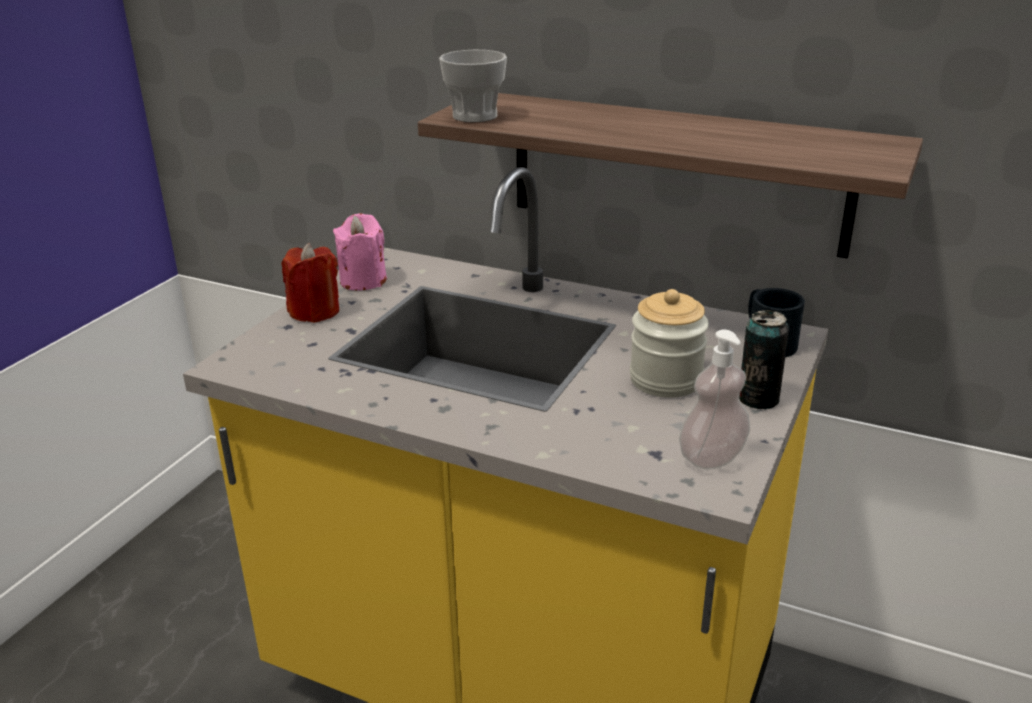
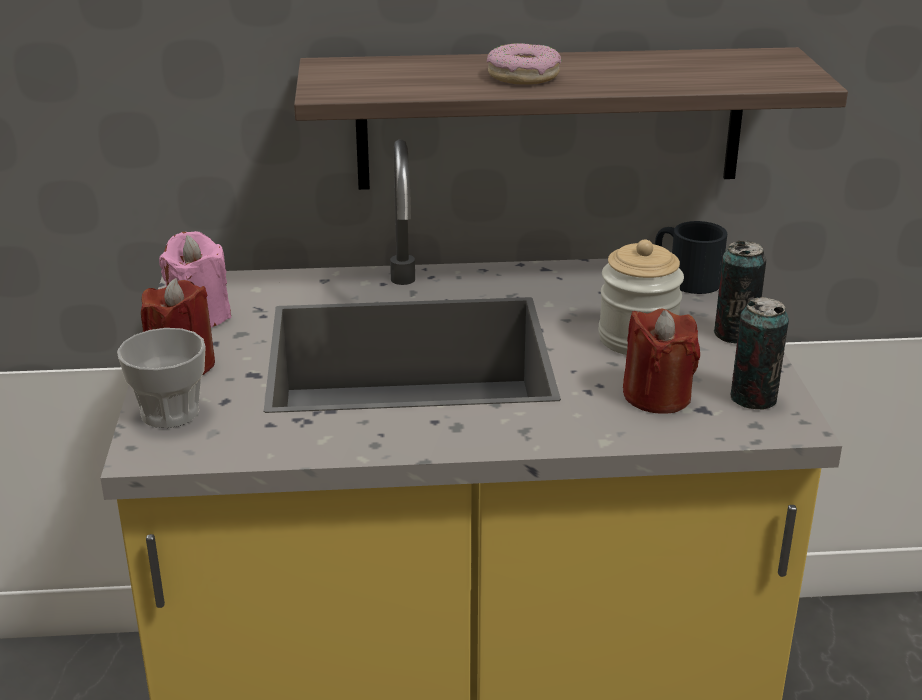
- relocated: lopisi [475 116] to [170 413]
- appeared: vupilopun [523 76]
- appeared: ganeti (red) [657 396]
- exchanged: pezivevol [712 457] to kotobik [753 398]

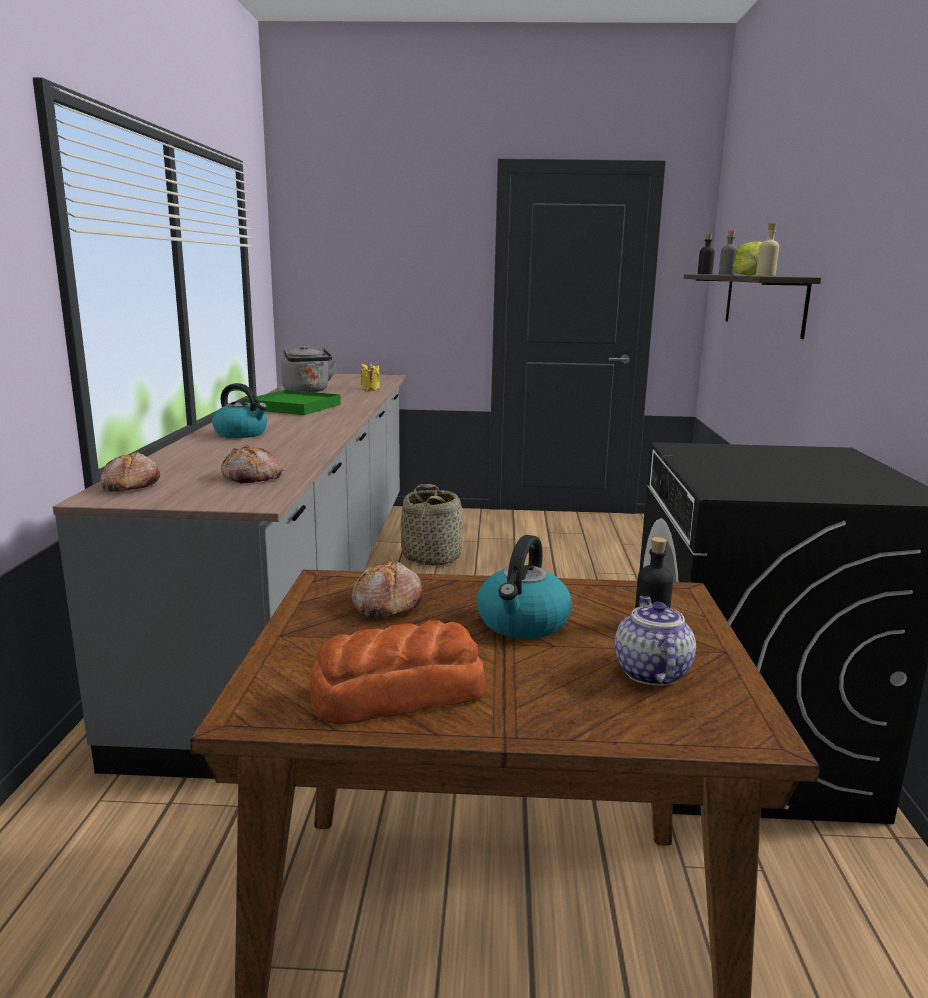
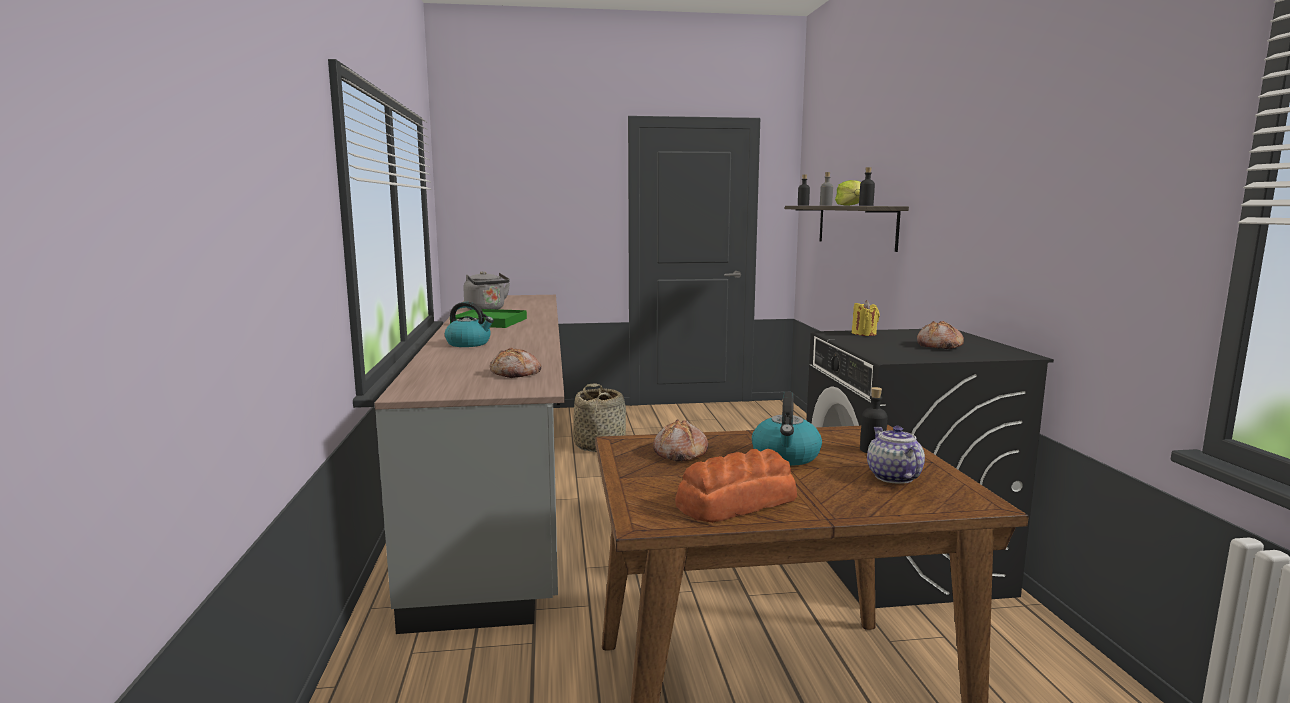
- relocated: ganeti (yellow) [370 389] to [864 334]
- colour: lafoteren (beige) [765 275] to lafoteren (black) [866 205]
- relocated: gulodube [130 485] to [938 346]

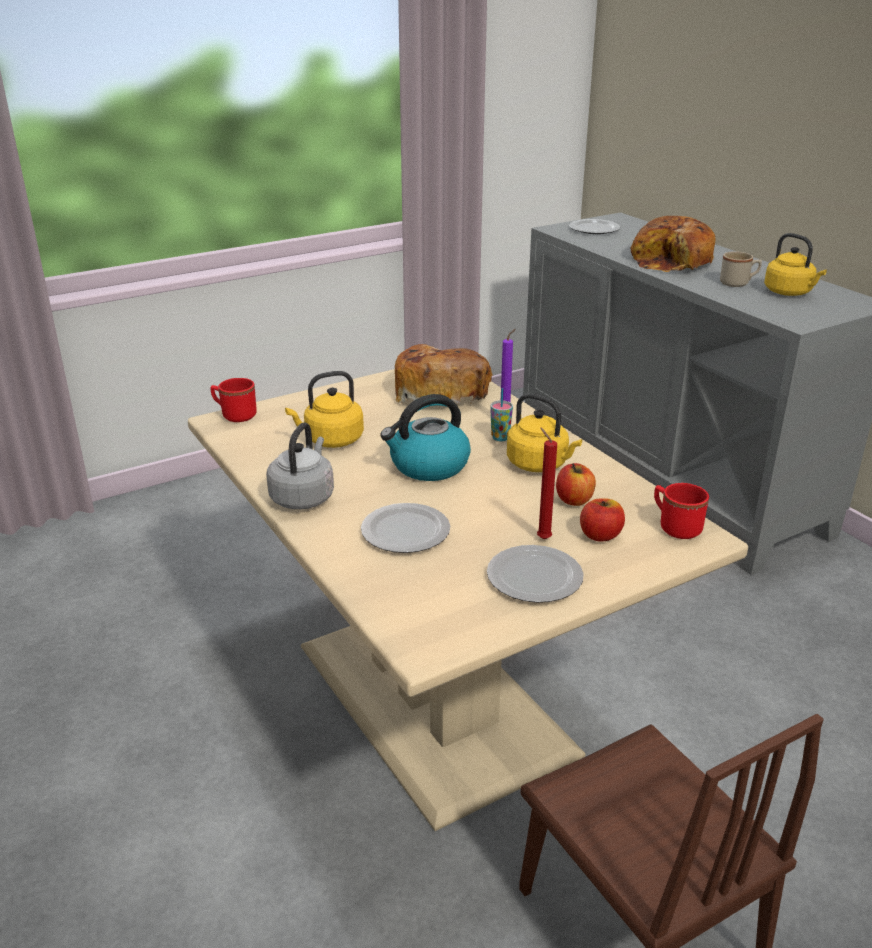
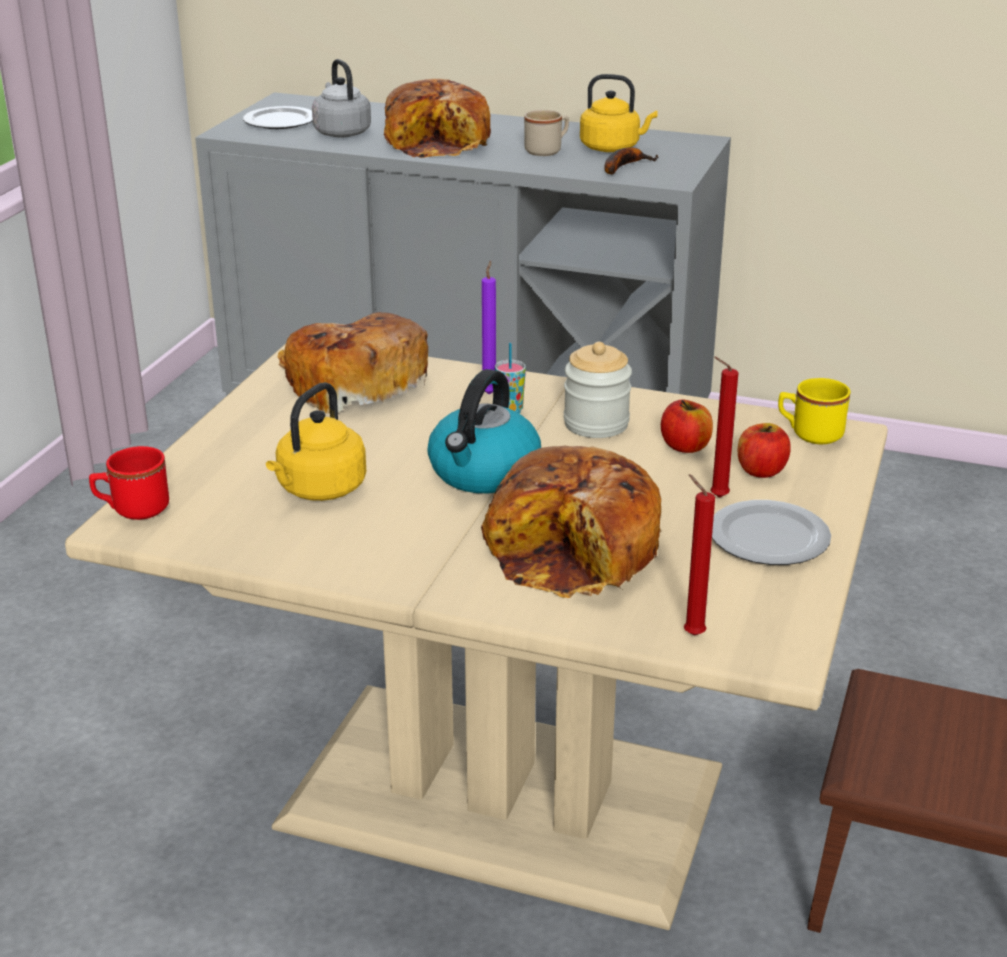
- relocated: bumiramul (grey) [303 497] to [341 132]
- exchanged: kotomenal [407 531] to gulodube [576 551]
- exchanged: bumiramul (yellow) [540 464] to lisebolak [596 424]
- appeared: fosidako [624 166]
- appeared: ganeti (red) [691 634]
- colour: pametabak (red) [675 526] to pametabak (yellow) [809 434]

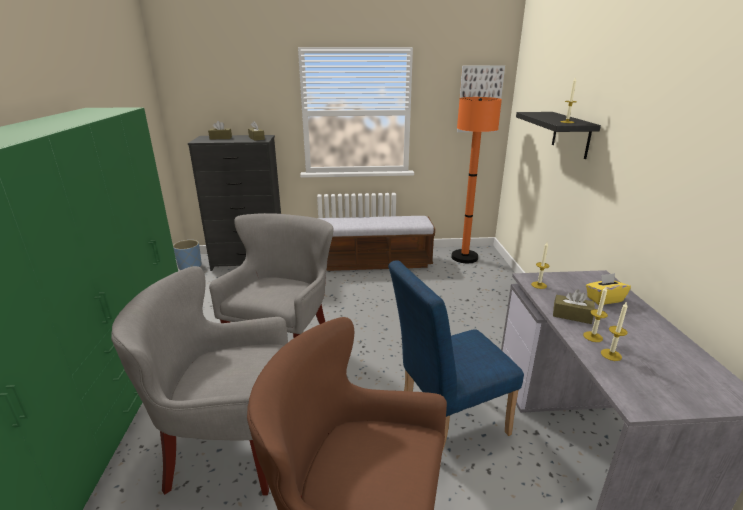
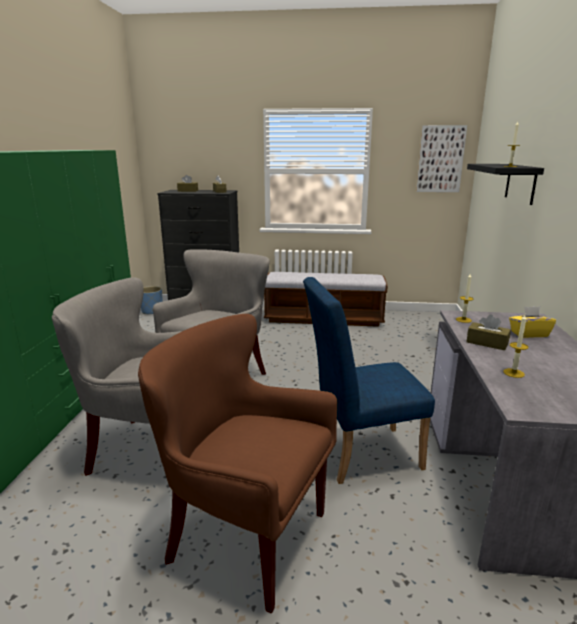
- missing: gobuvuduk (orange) [464 257]
- missing: ganeti [593 336]

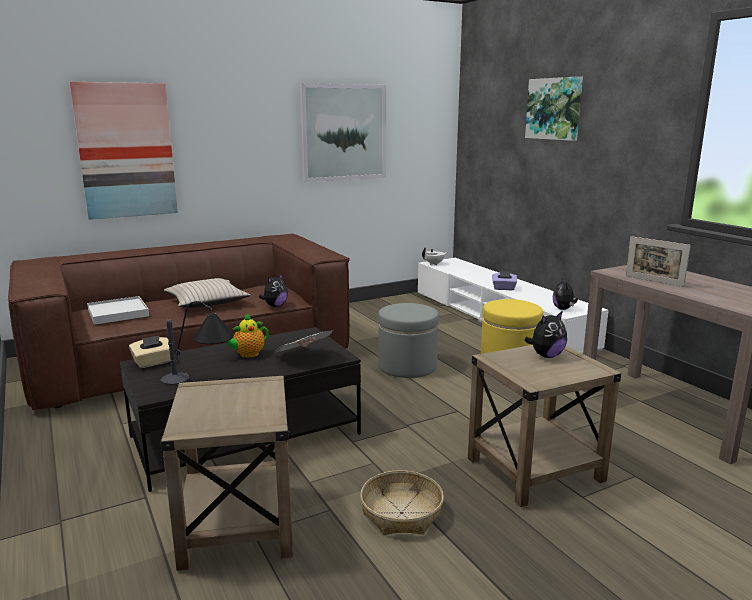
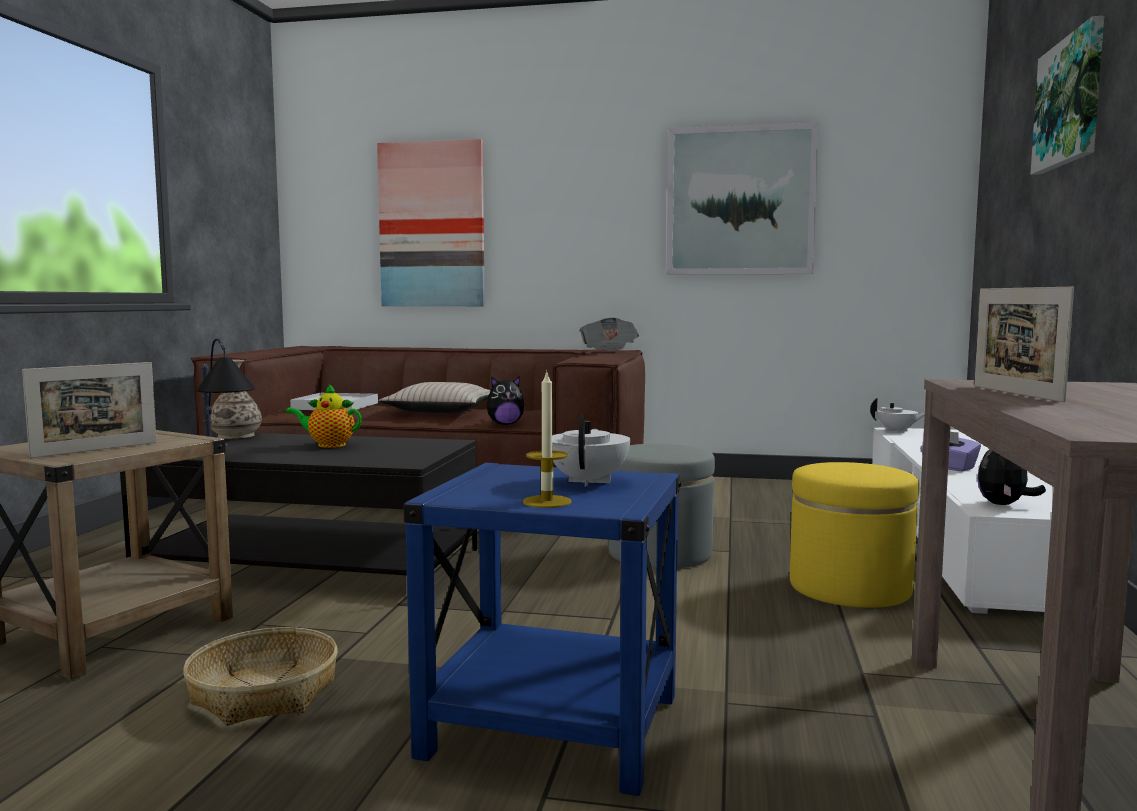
- appeared: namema [96 449]
- exchanged: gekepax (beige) [153 363] to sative [236 436]
- colour: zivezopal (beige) [535 470] to zivezopal (blue) [554 727]
- appeared: ganeti [547 502]
- exchanged: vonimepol [546 356] to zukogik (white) [589 481]
- relocated: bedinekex [303 357] to [609 352]

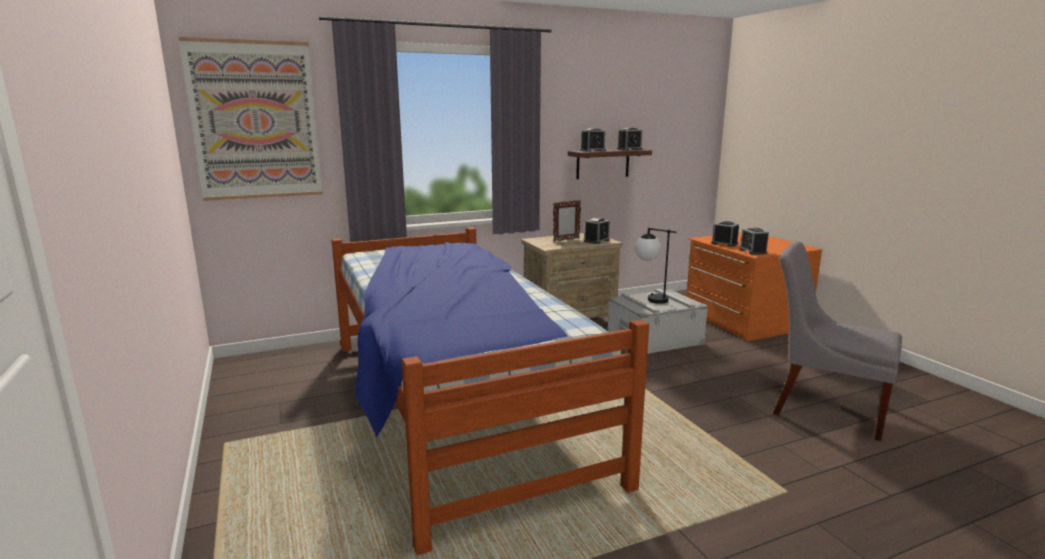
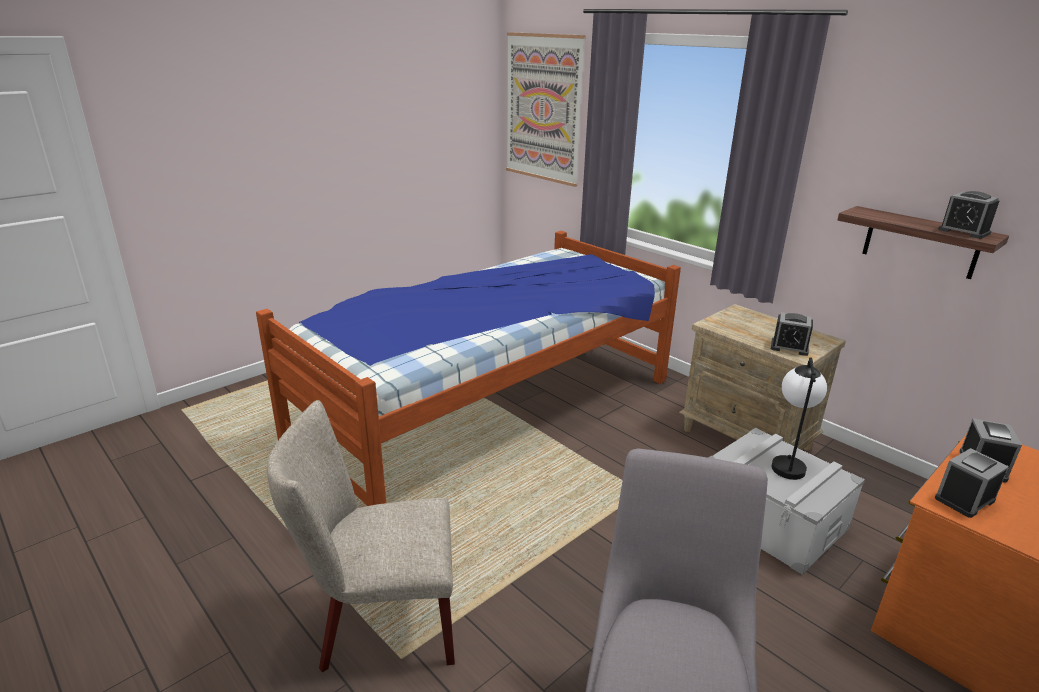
- appeared: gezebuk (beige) [379 622]
- missing: namema [566 240]
- missing: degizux [593 150]

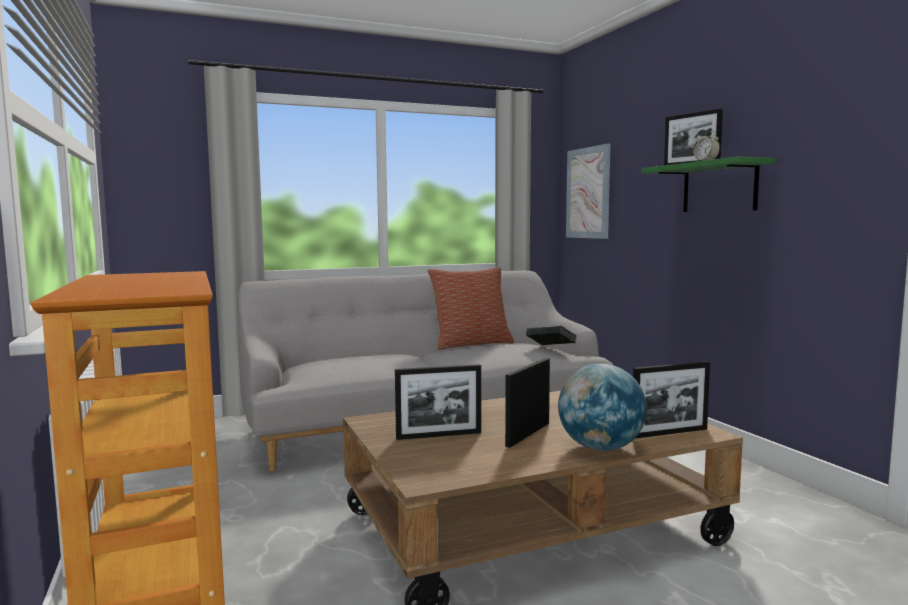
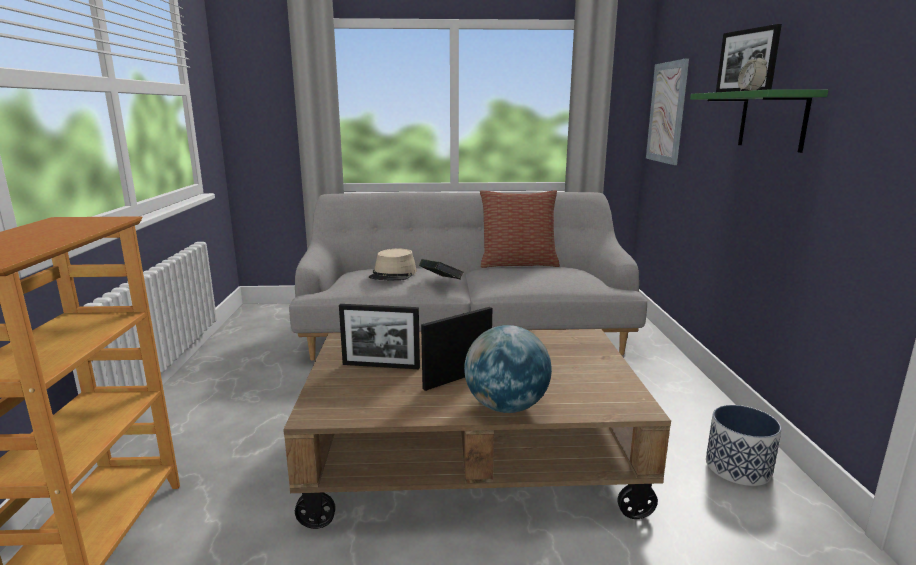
- appeared: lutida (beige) [393 274]
- relocated: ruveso [551 349] to [441 282]
- appeared: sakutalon [738 468]
- missing: namema [669 433]

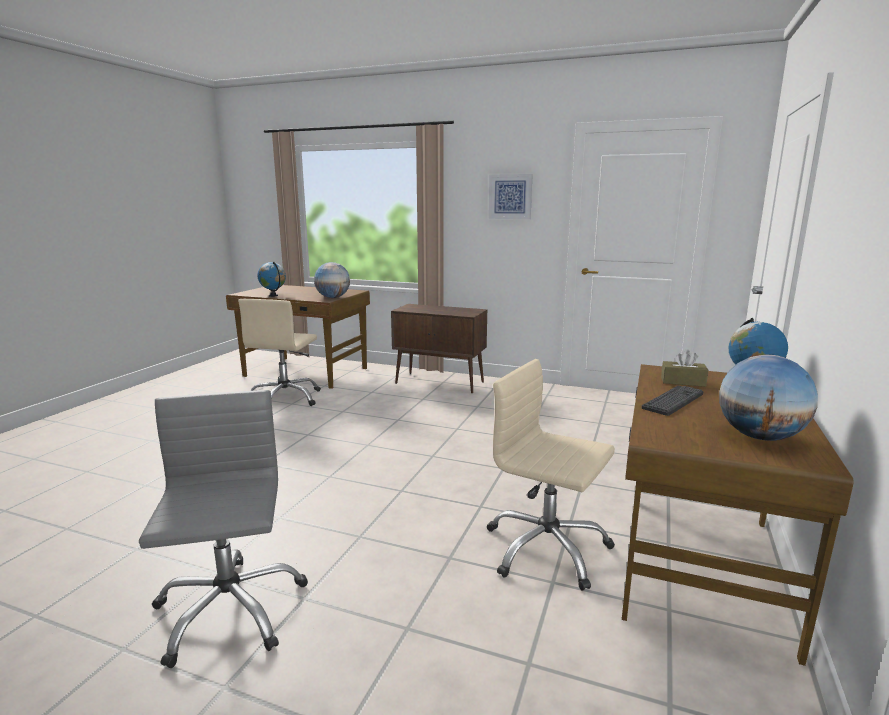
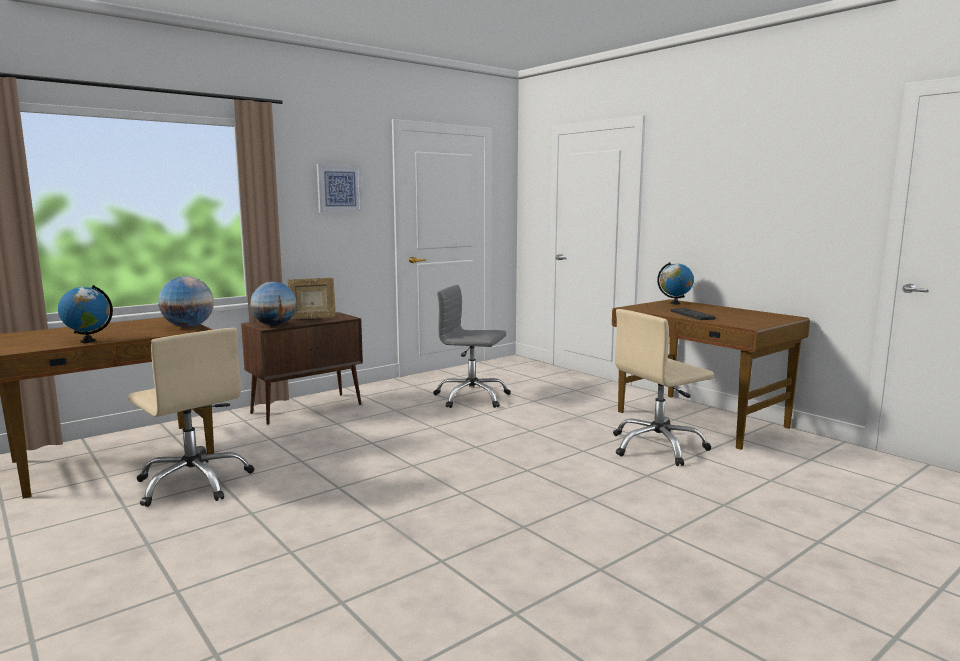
- relocated: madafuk [759 437] to [274 325]
- appeared: namema [312 318]
- relocated: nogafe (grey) [229 610] to [471 398]
- missing: gekepax (brown) [683 381]

